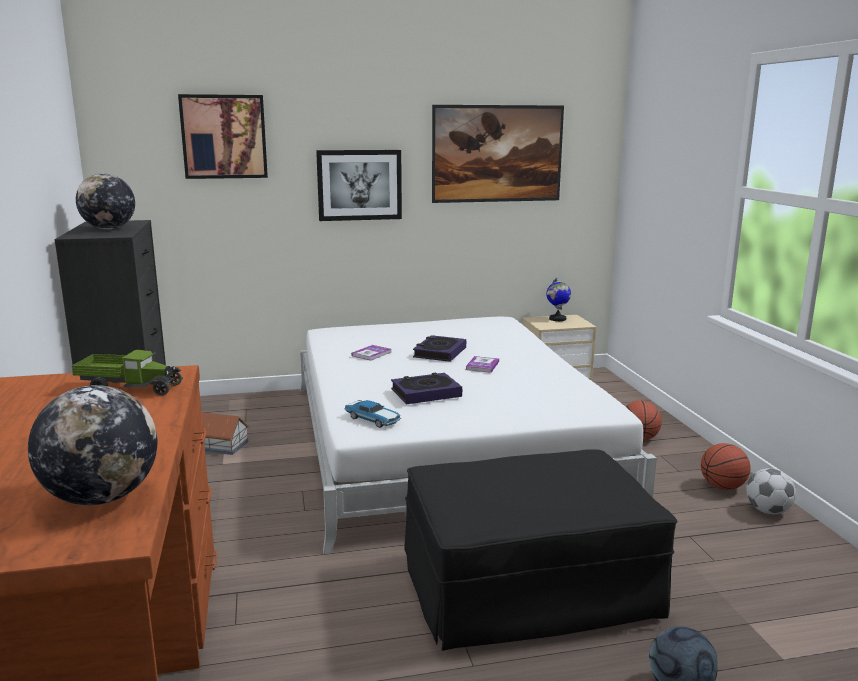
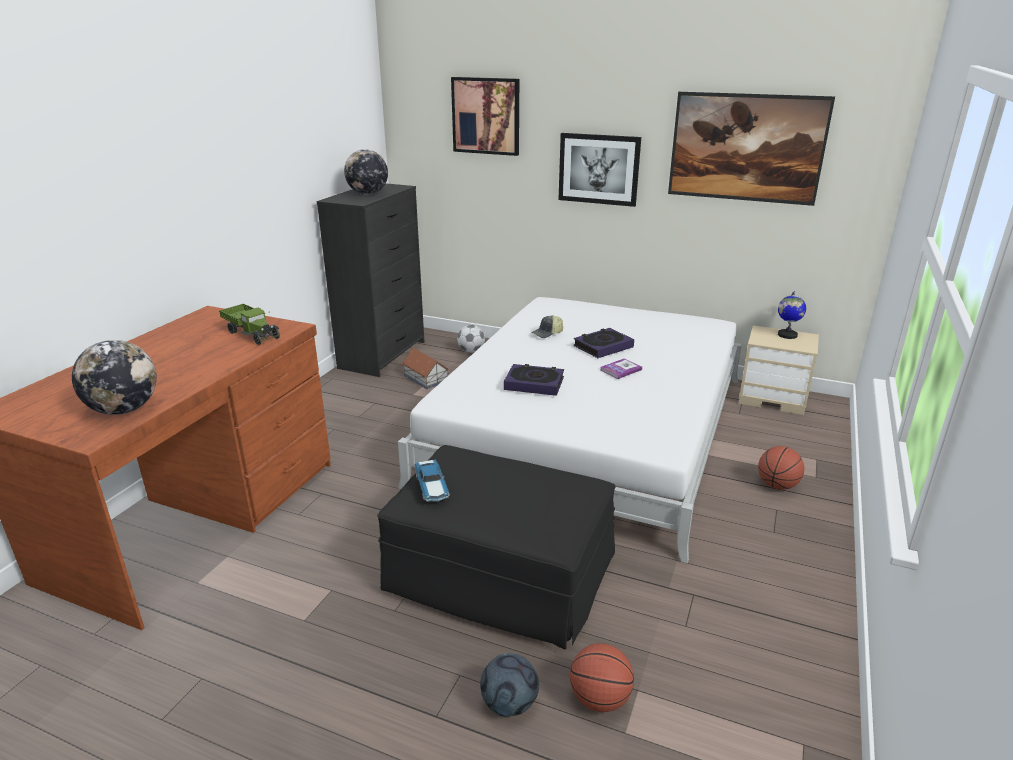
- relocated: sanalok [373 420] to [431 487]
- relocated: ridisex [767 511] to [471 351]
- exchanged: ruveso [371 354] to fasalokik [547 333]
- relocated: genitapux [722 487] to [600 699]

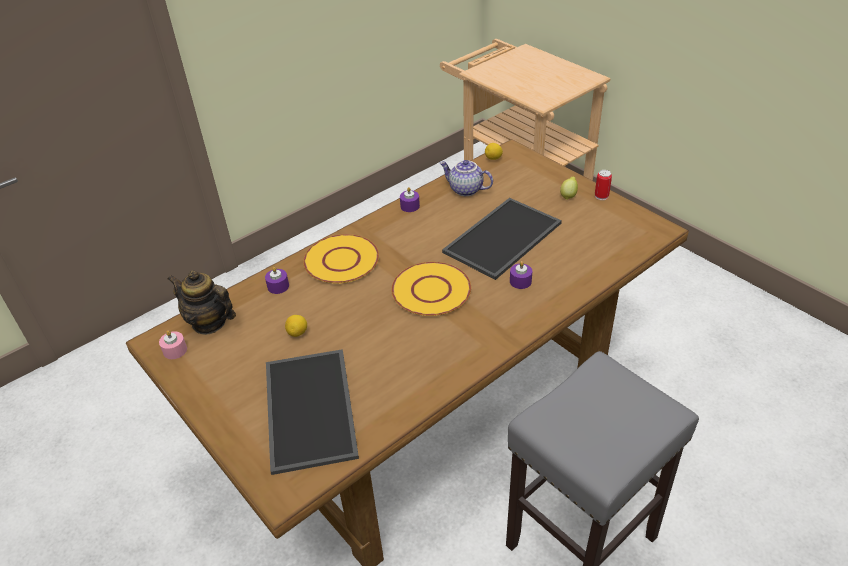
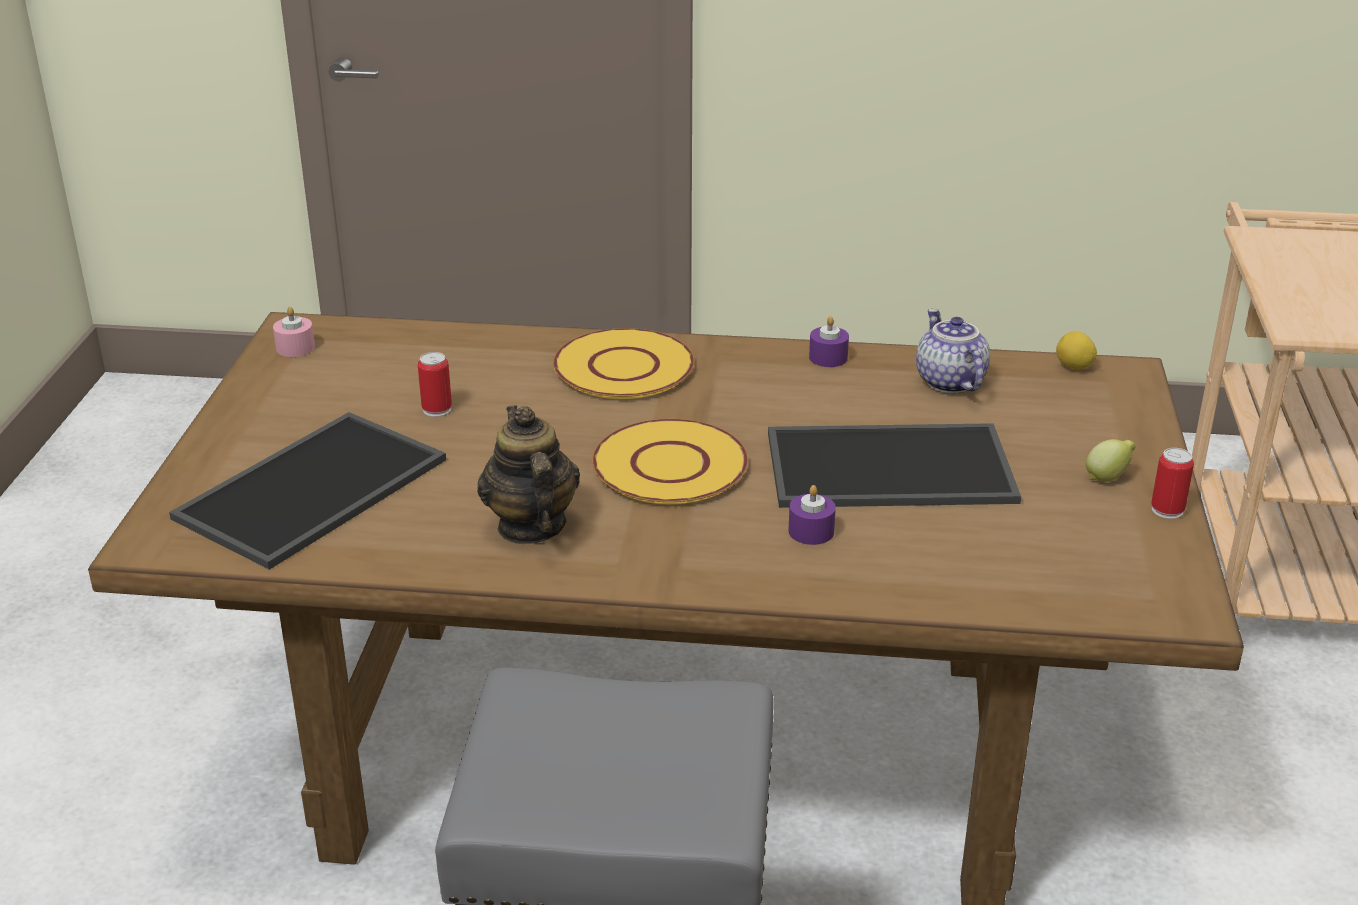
- exchanged: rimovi [298 333] to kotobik [437 409]
- relocated: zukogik [209 322] to [530 526]
- missing: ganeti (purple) [278 286]

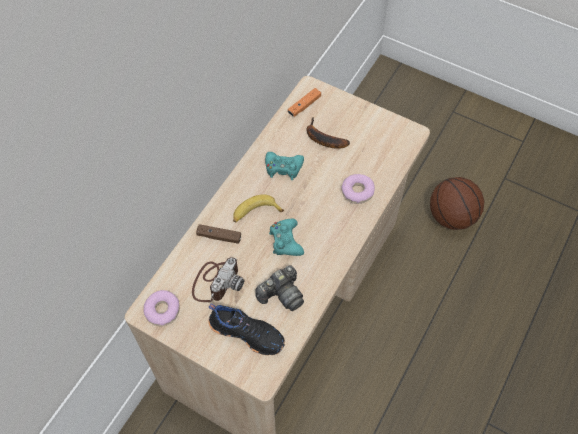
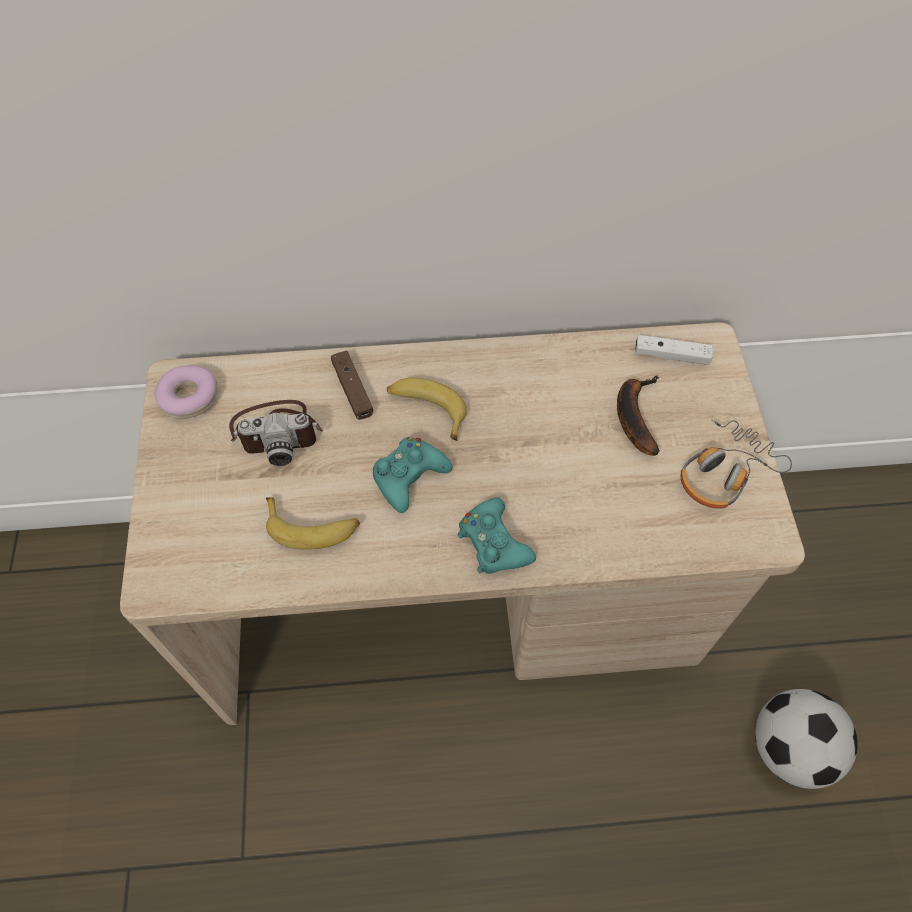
- exchanged: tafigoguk [281 294] to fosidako [312 527]
- relocated: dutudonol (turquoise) [283 168] to [493 543]
- colour: dutudonol (orange) [304 106] to dutudonol (white) [671 355]
- appeared: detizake [725 472]
- exchanged: genitapux [452 217] to ridisex [789 748]
- missing: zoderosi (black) [247 332]
- missing: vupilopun [357 192]

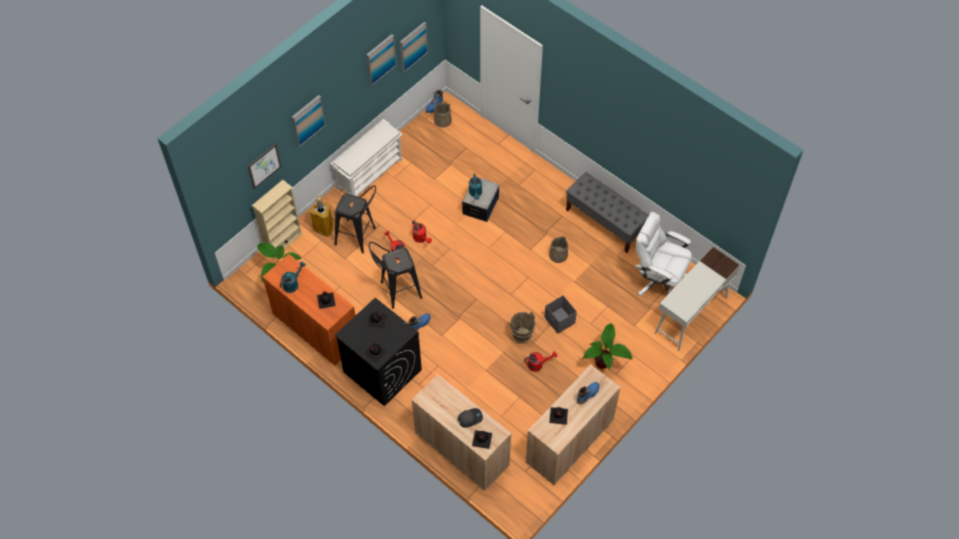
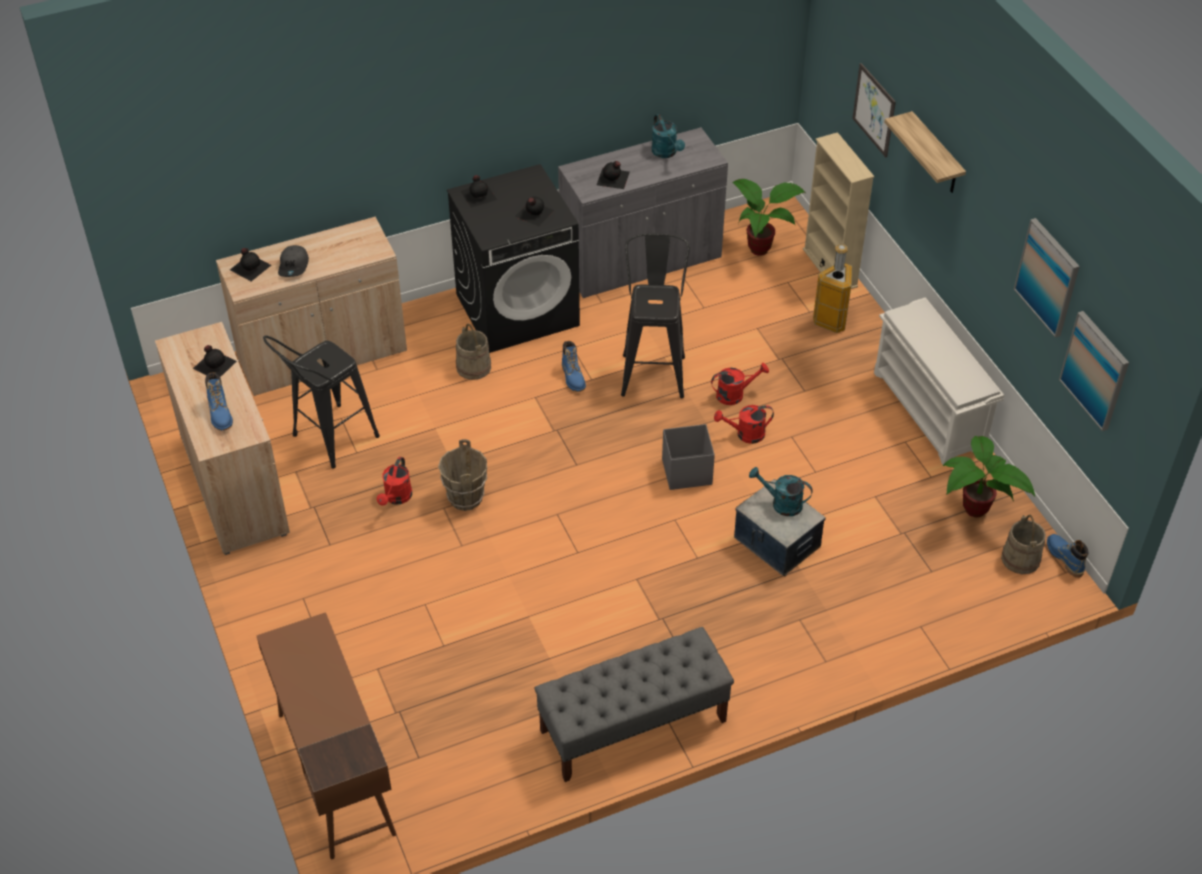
- colour: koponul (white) [690 315] to koponul (brown) [335 772]
- relocated: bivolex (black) [359 238] to [328 441]
- relocated: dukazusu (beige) [558 255] to [473 367]
- colour: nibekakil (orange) [316 328] to nibekakil (grey) [641 261]
- relocated: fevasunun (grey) [559 321] to [686 472]
- exchanged: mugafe [307 120] to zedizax [936 155]
- relocated: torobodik [604 364] to [973 512]
- missing: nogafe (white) [658 279]

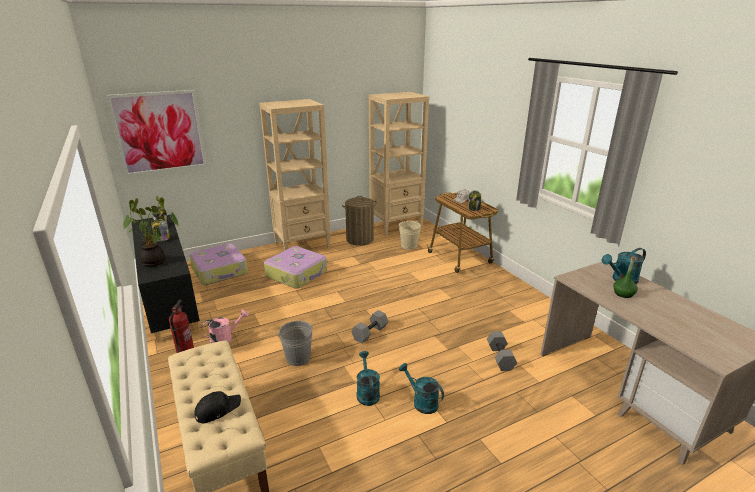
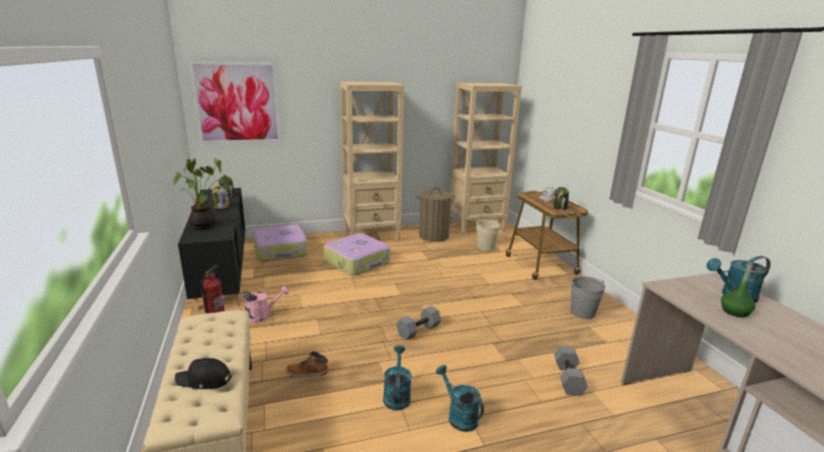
- spun: fasalokik (black) [217 409] = [204 380] 150 degrees counterclockwise
- appeared: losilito [307 372]
- relocated: dukazusu (grey) [298 358] to [583 312]

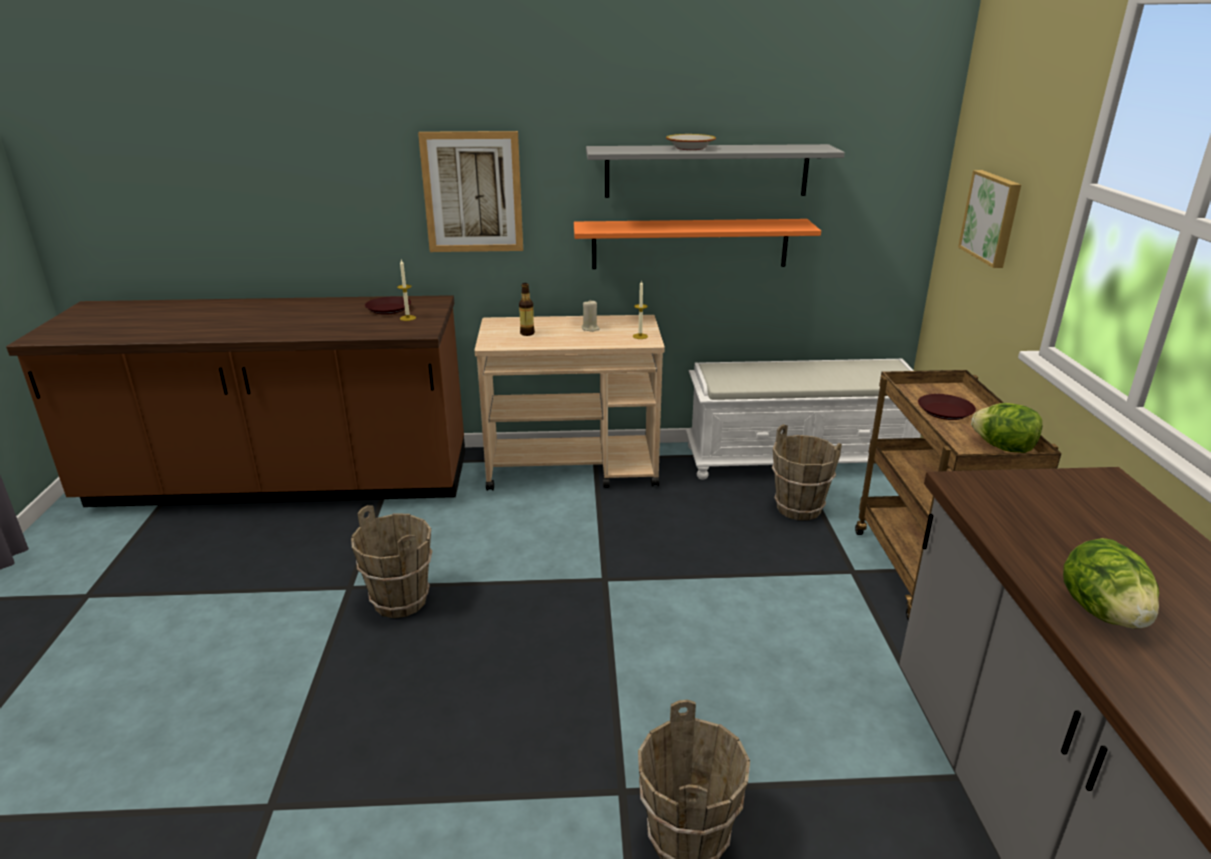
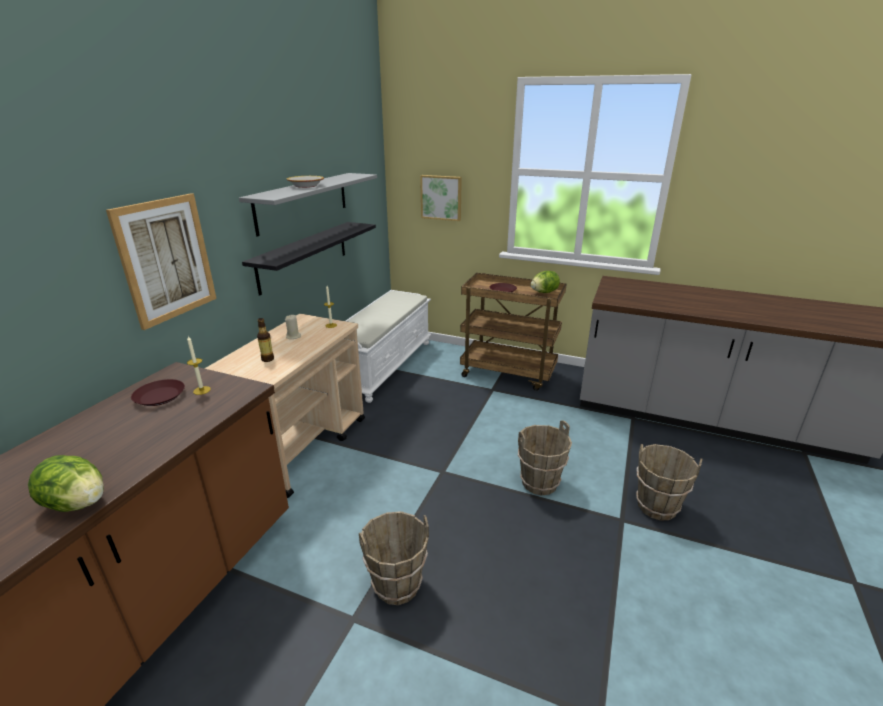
- relocated: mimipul [1102 612] to [77 503]
- colour: zedizax (orange) [690 244] to zedizax (black) [304 256]
- relocated: dukazusu (brown) [798 509] to [540 483]

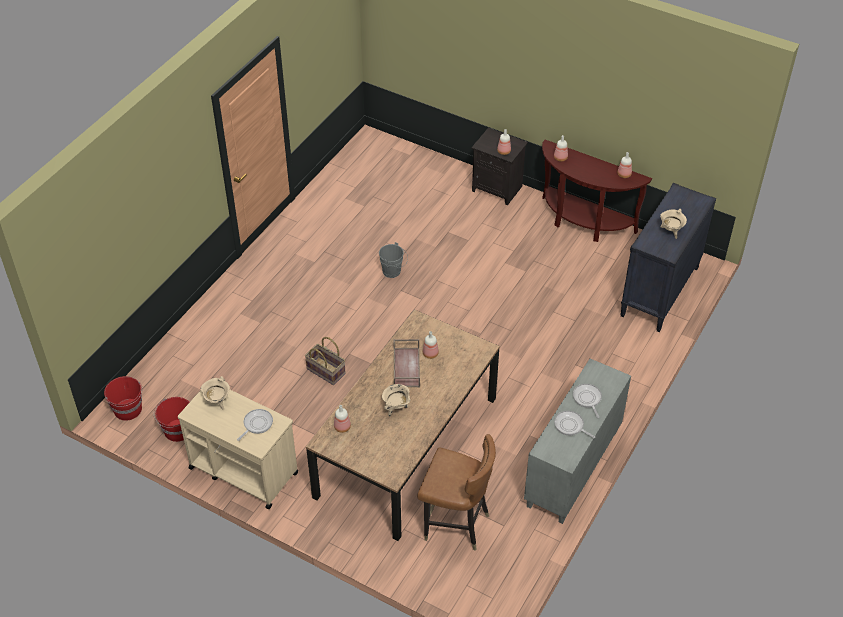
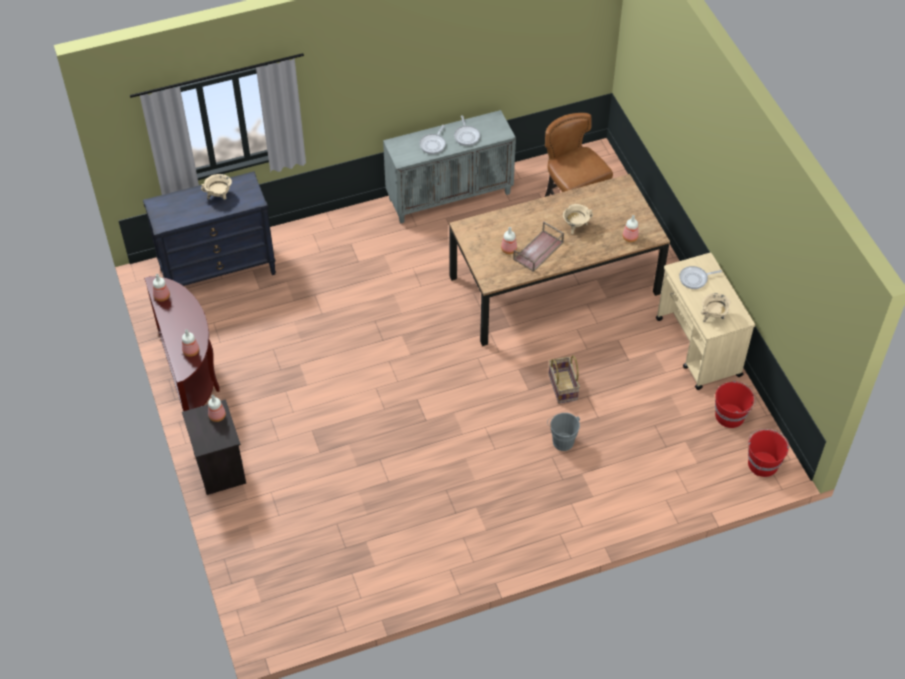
- relocated: dukazusu (grey) [393 272] to [562 440]

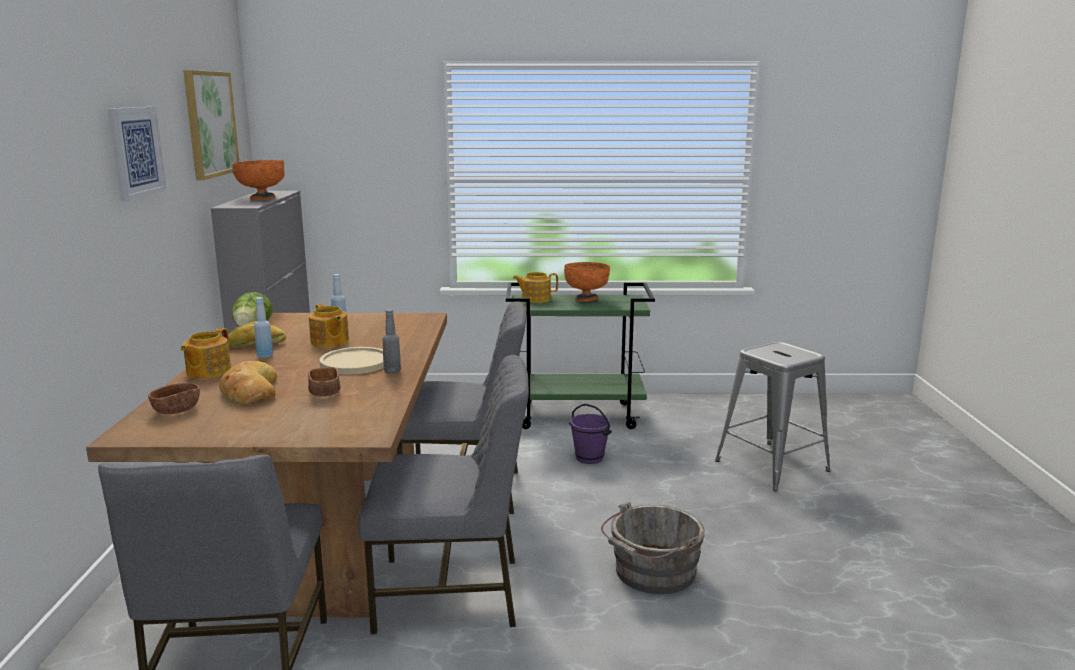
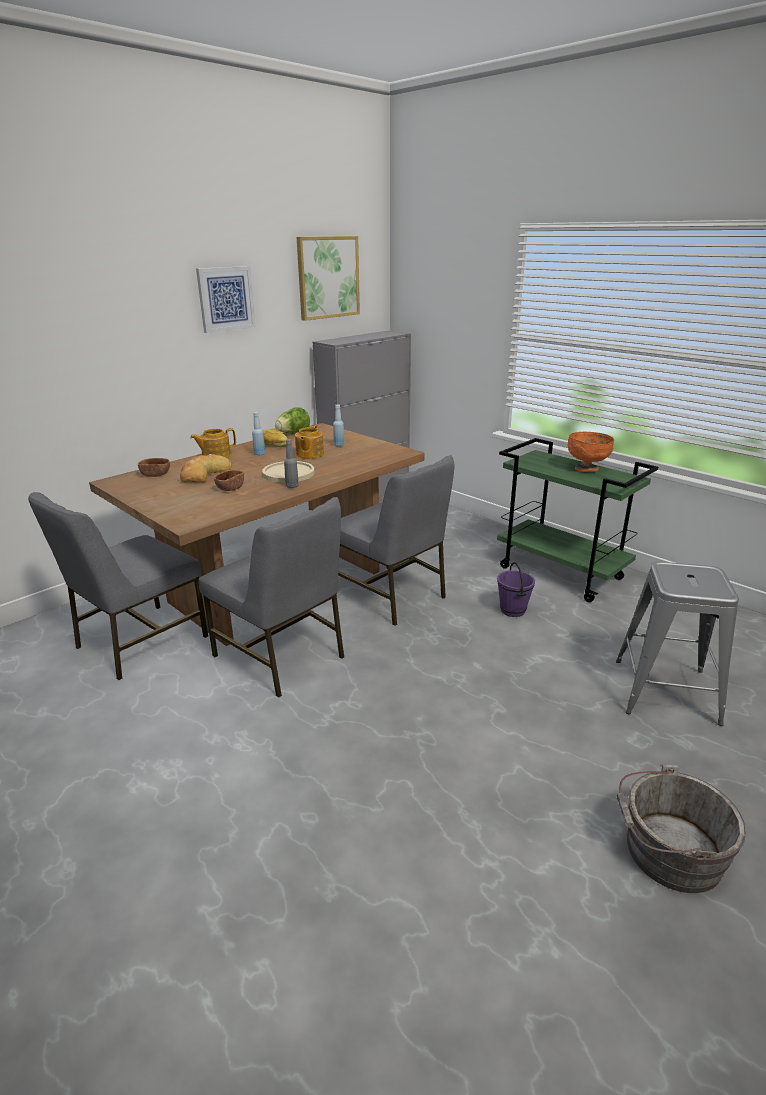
- relocated: dukazusu (grey) [651 573] to [667 851]
- missing: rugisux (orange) [262 198]
- missing: zukogik [535 299]

